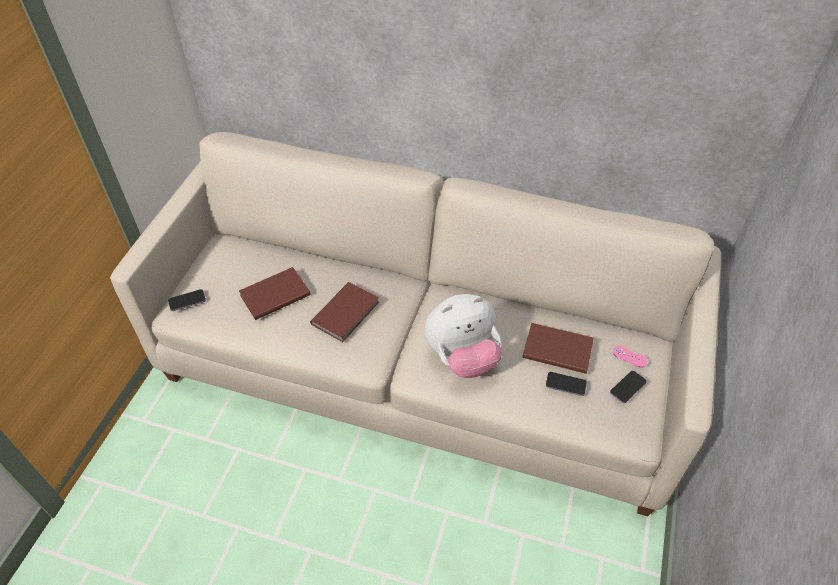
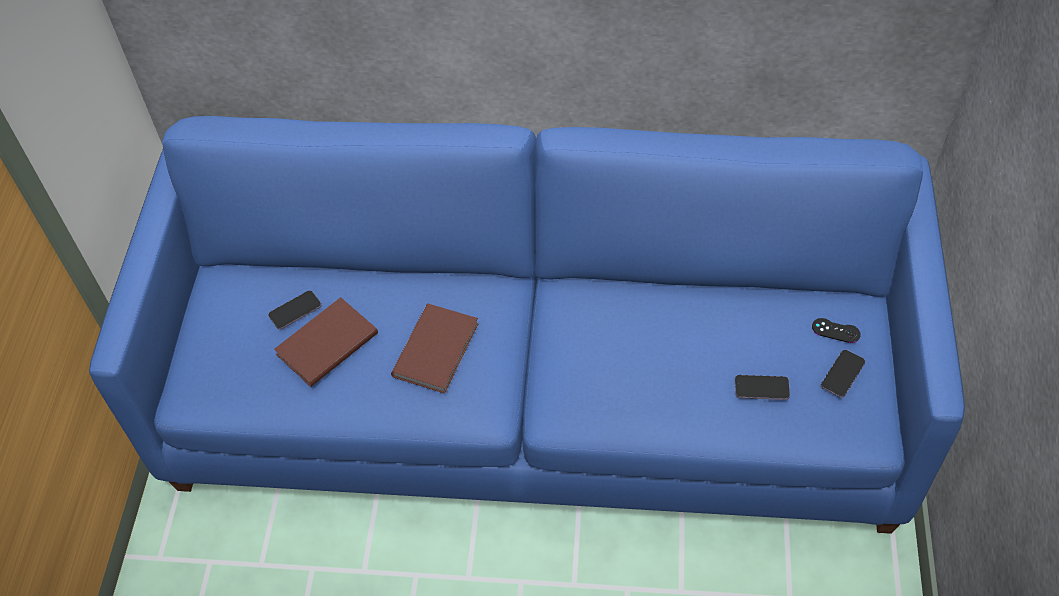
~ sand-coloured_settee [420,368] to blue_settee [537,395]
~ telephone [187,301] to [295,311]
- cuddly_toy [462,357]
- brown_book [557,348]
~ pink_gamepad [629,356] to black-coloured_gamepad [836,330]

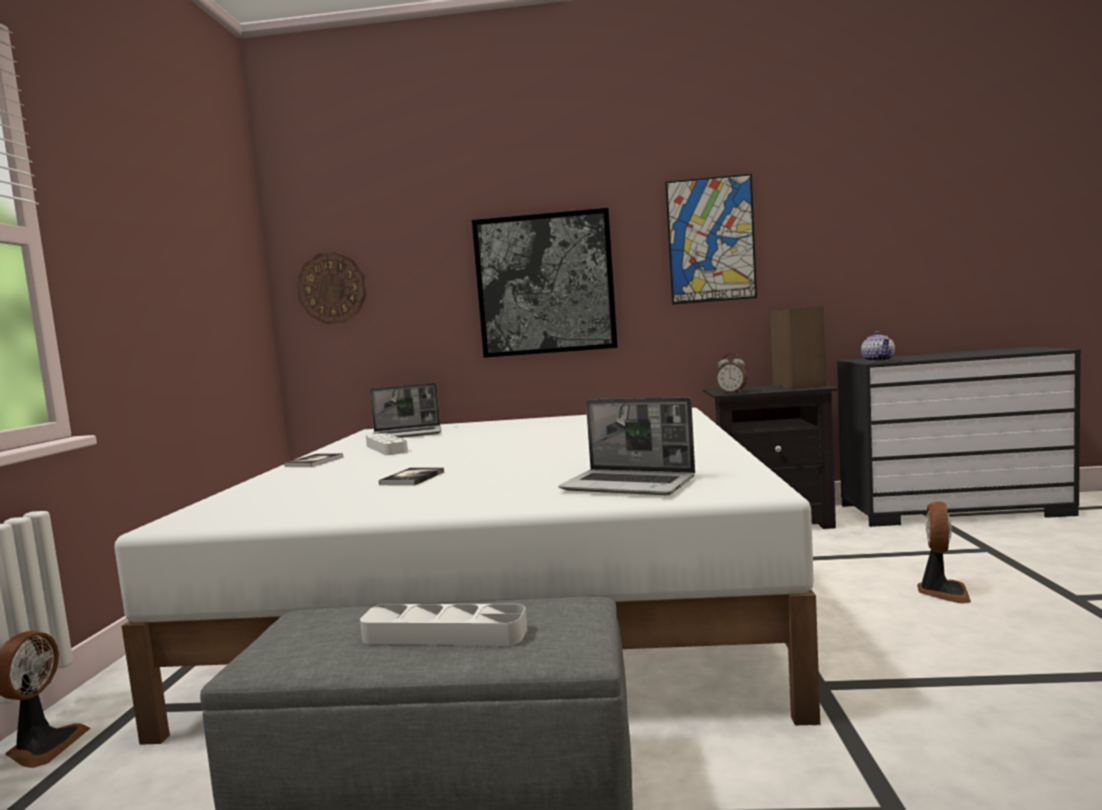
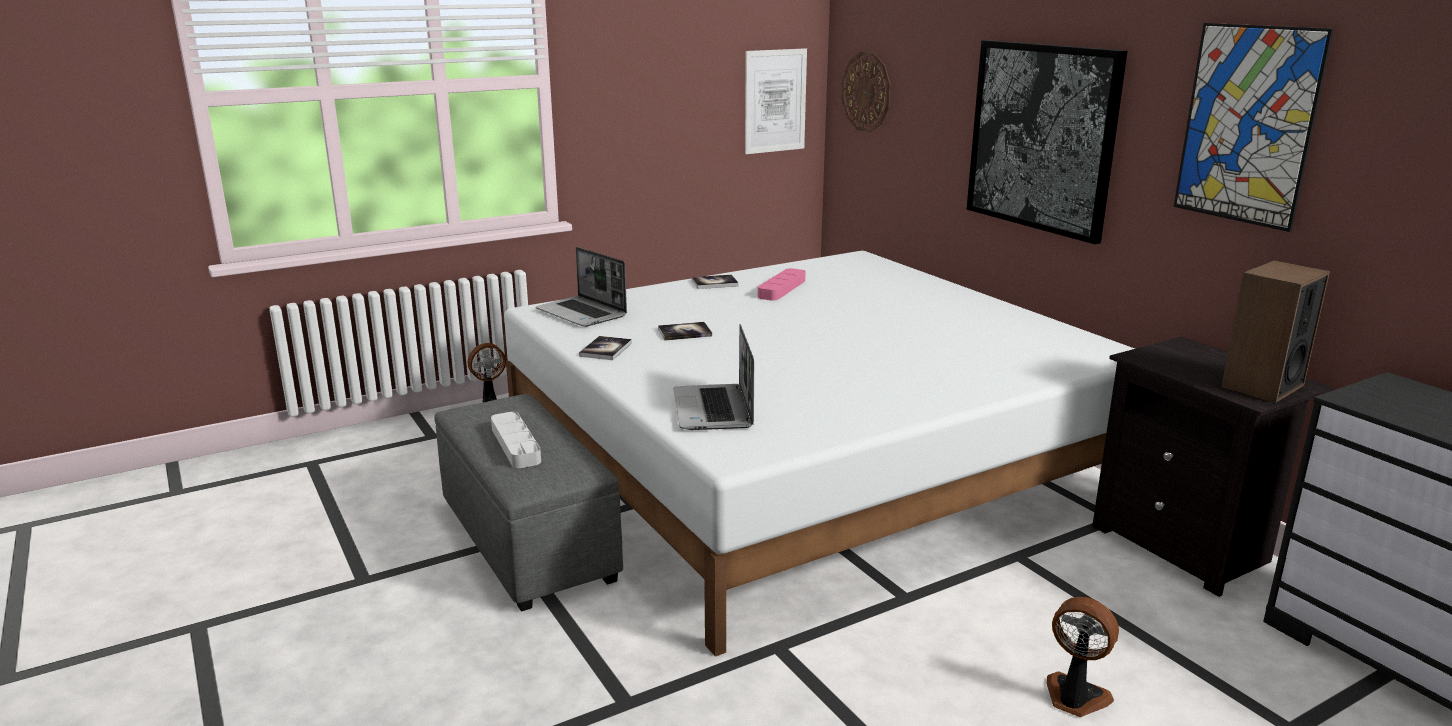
~ gray_tray [386,448] to pink_tray [781,288]
~ notebook_computer [408,434] to [583,313]
- alarm_clock [732,392]
- pot_for_tea [878,360]
~ fan [942,592] = [1074,698] 135 degrees counterclockwise
+ book [606,349]
+ wall_art [775,101]

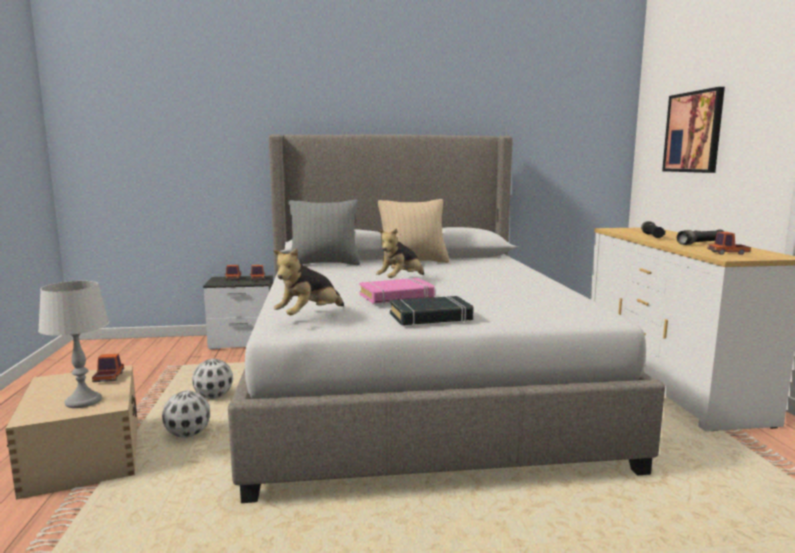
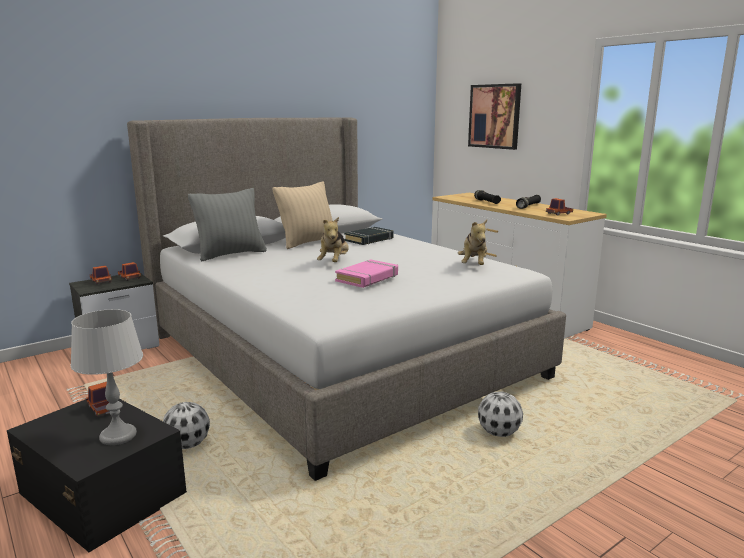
~ sand-coloured_storage_container [85,454] to black-coloured_storage_container [102,492]
~ football [213,397] to [499,434]
~ cuddly_toy [309,316] to [473,265]
~ black-coloured_book [431,317] to [369,239]

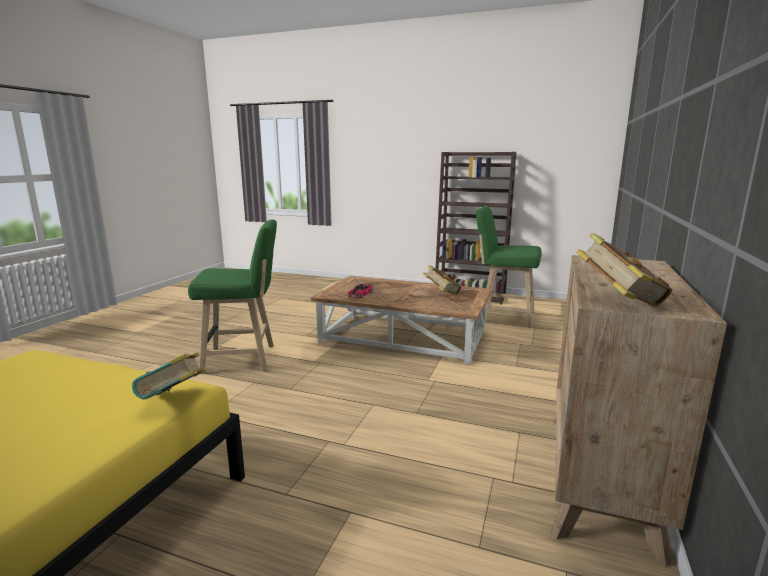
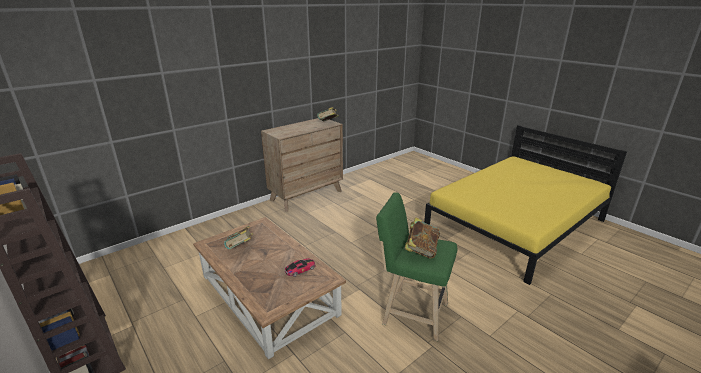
~ book [175,400] to [421,250]
- greenish_stool_seat [503,316]

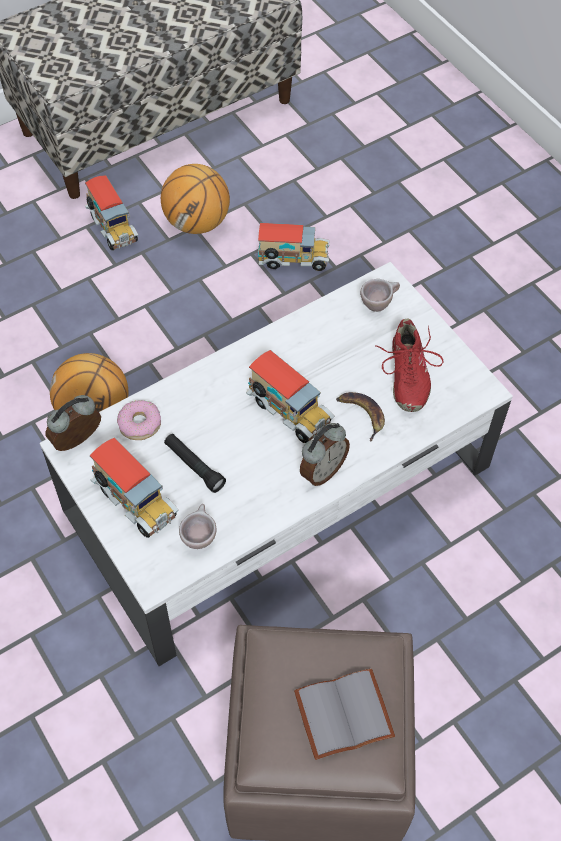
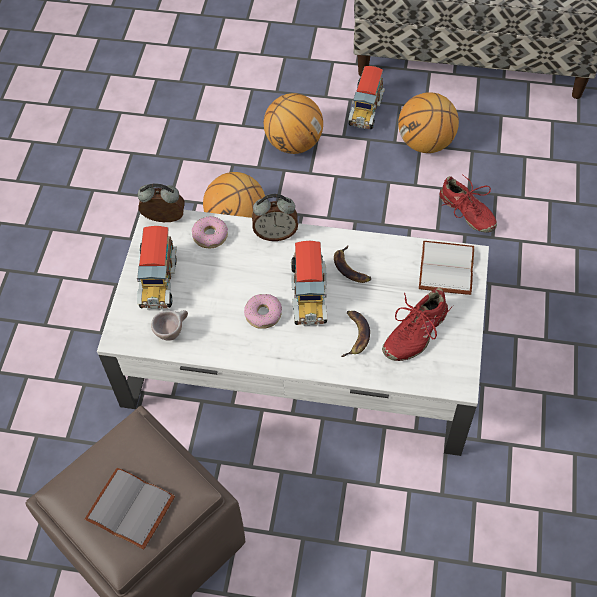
- black-coloured_flashlight [194,466]
~ toy_truck [293,261] to red-coloured_item_of_footwear [466,212]
~ alarm_clock [322,471] to [275,234]
~ sand-coloured_drinking_cup [379,304] to white-coloured_book [448,269]
+ ring_doughnut [263,314]
+ basketball_ball [293,143]
+ banana [351,268]

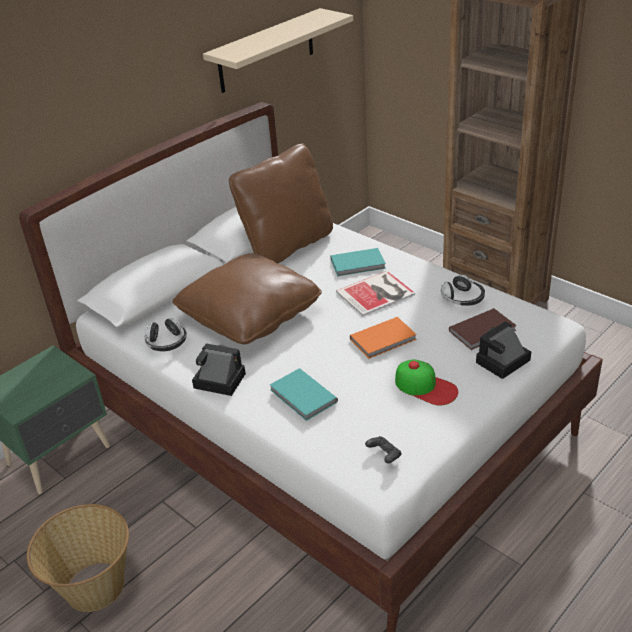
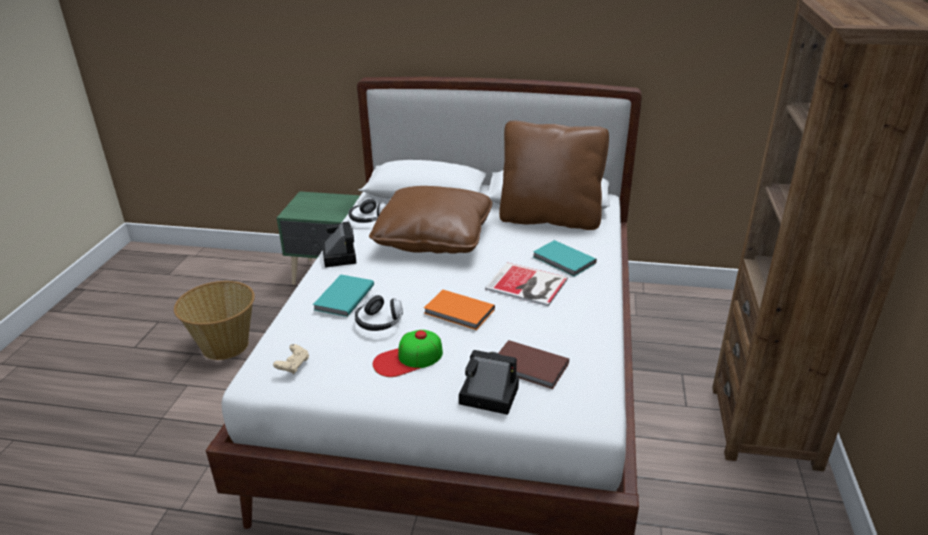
- sand-coloured_wall_shelf [266,51]
~ black-coloured_gamepad [384,455] to sand-coloured_gamepad [293,365]
~ cap [426,387] = [408,359] 60 degrees clockwise
~ headset [463,299] to [379,322]

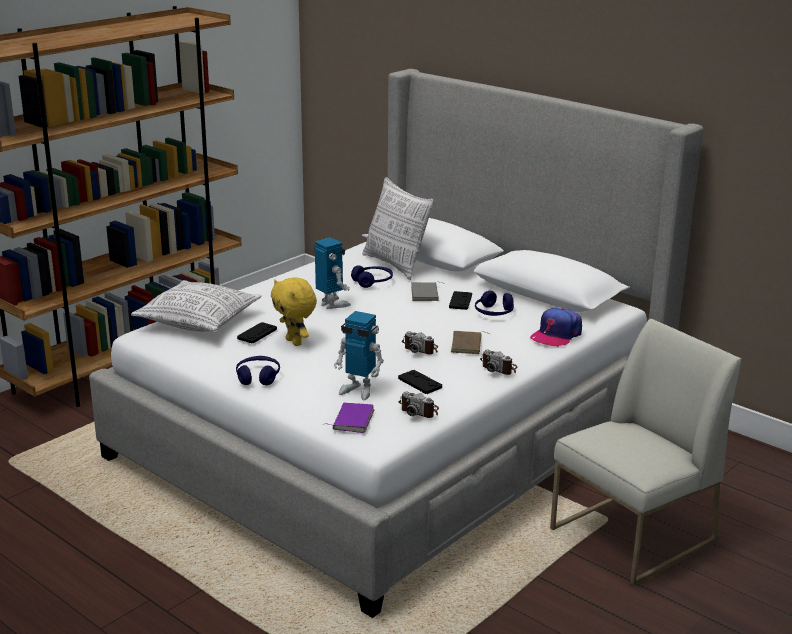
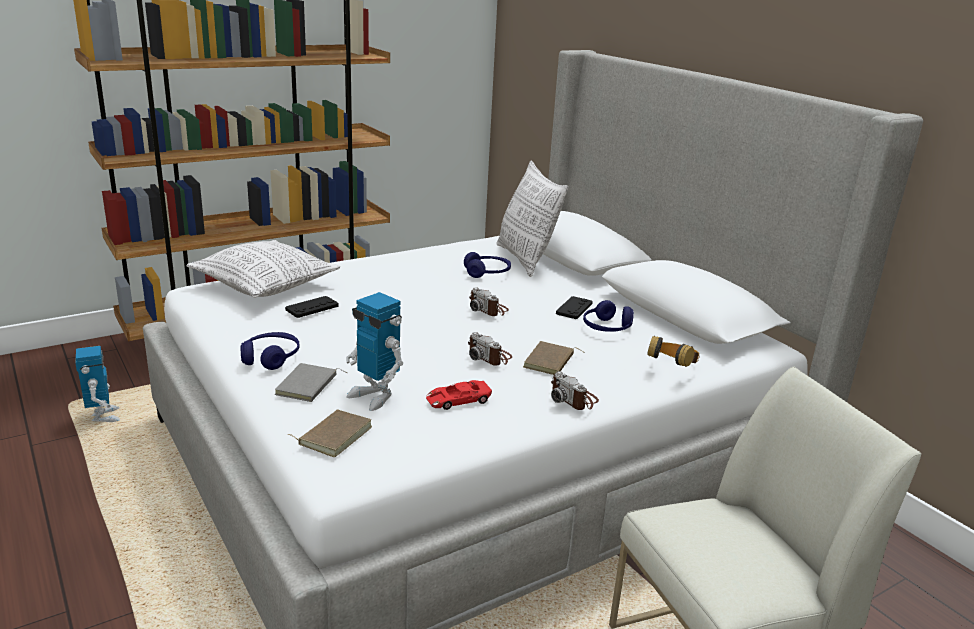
- yellow-coloured_cuddly_toy [295,342]
~ robot_figure [332,304] to [103,417]
~ purplish_book [351,420] to brown_book [334,435]
~ black-coloured_gamepad [420,383] to red-coloured_miniature_car [458,400]
~ photo_camera [420,410] to [488,309]
~ gray_book [426,294] to [308,386]
~ cap [556,335] to headset [672,368]

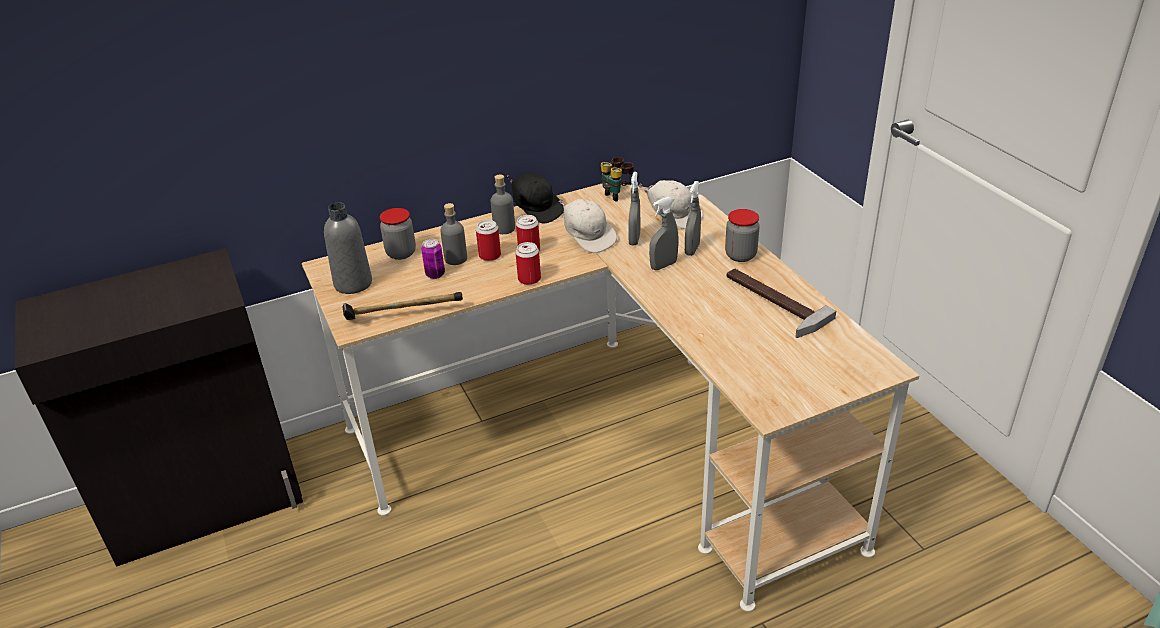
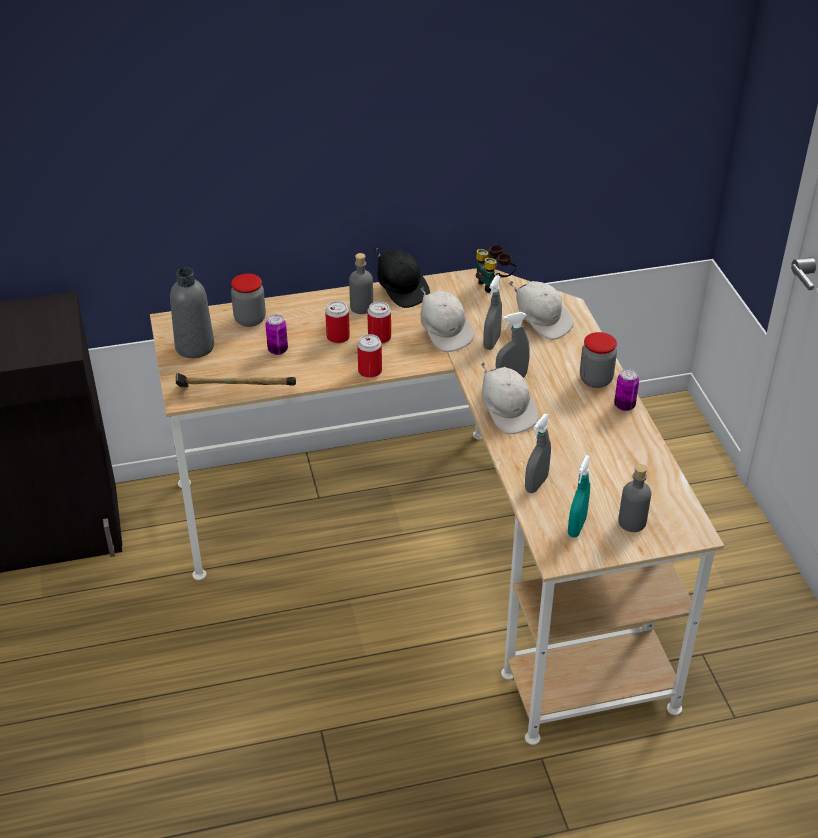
~ gray_beverage_bottle [456,259] to [632,522]
~ gray_spray_bottle [692,249] to [536,484]
- hammer [770,303]
+ white-coloured_cap [507,412]
+ turquoise-coloured_spray_bottle [576,527]
+ can [624,405]

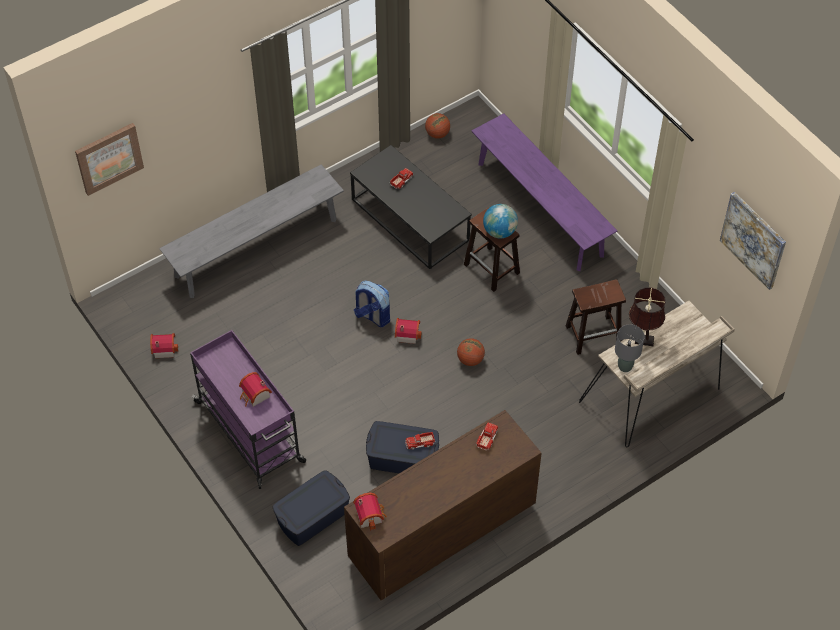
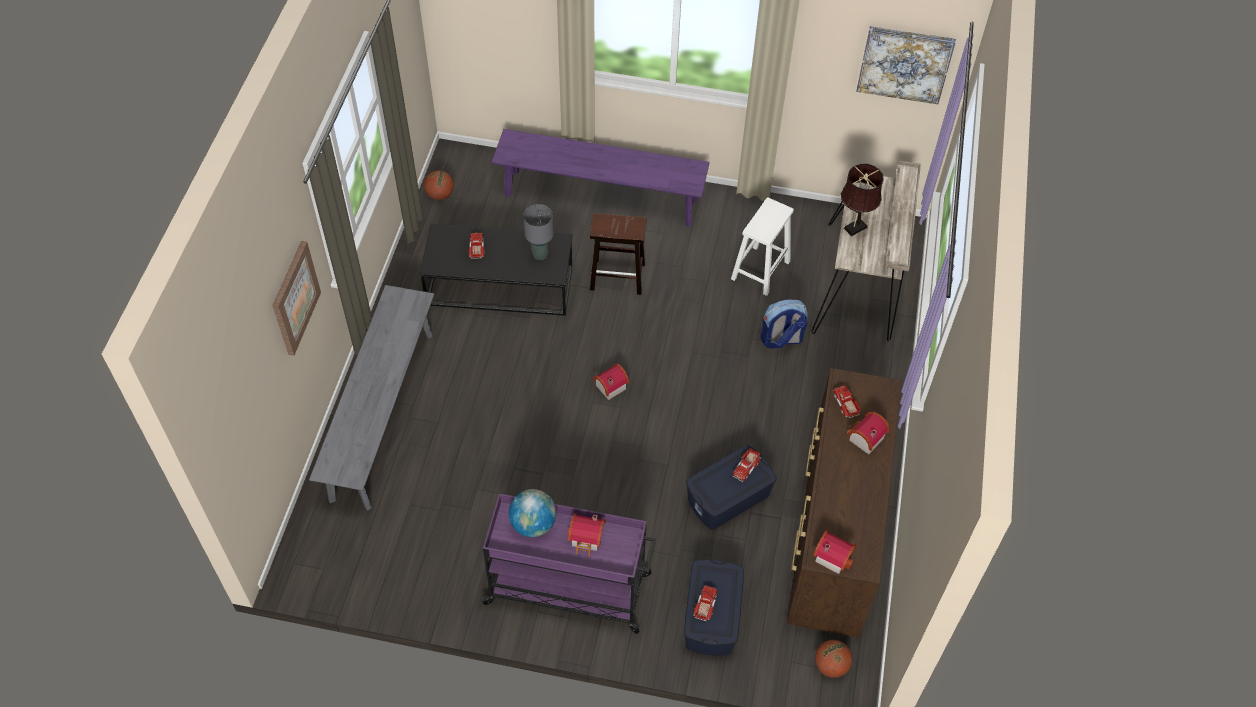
~ wall_art [109,158] to [294,298]
~ toy_house [163,348] to [863,439]
~ backpack [372,316] to [781,339]
~ basketball_ball [470,359] to [831,665]
~ globe [499,231] to [533,524]
~ brown_stool_seat [593,334] to white-coloured_stool_seat [760,269]
~ gray_table_lamp [625,367] to [540,254]
+ toy_truck [705,604]

